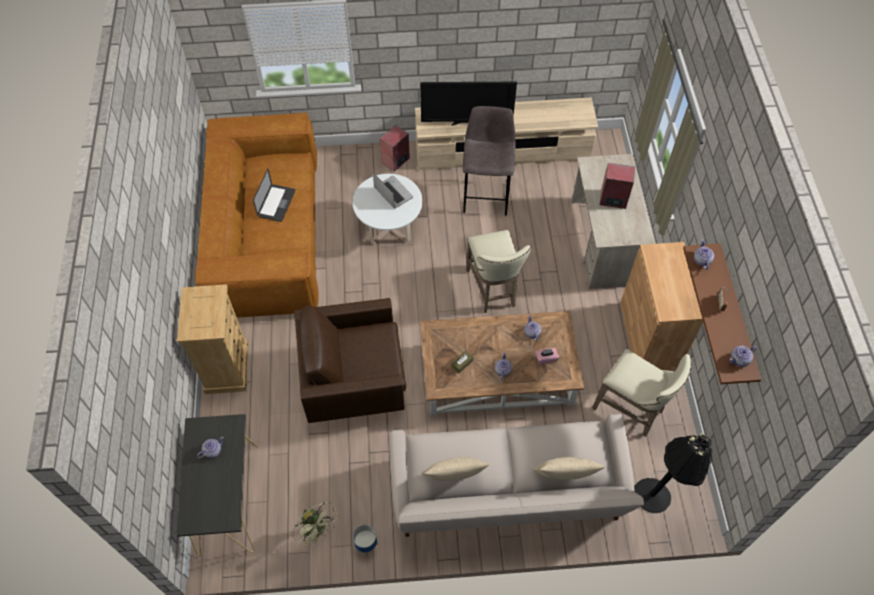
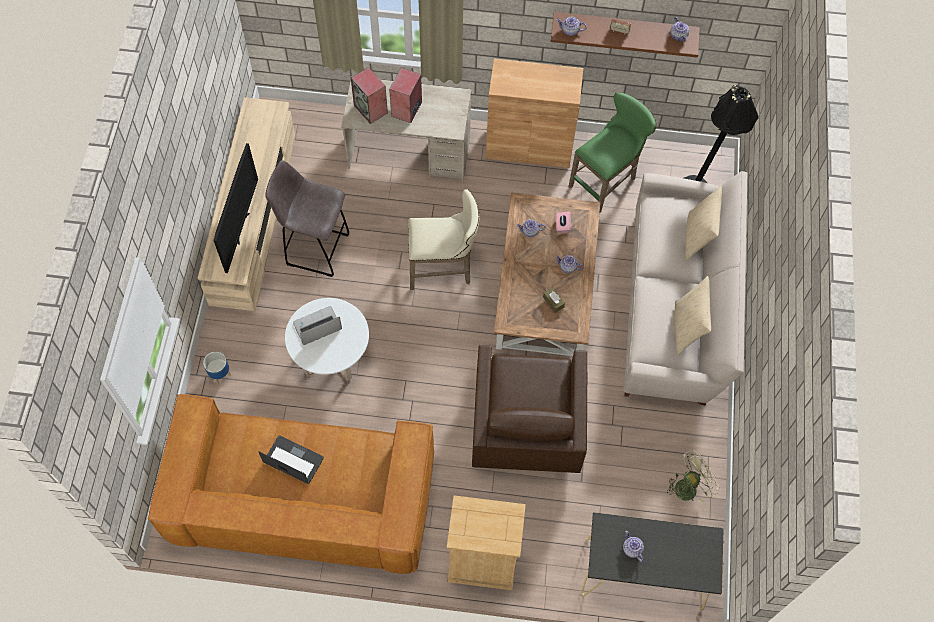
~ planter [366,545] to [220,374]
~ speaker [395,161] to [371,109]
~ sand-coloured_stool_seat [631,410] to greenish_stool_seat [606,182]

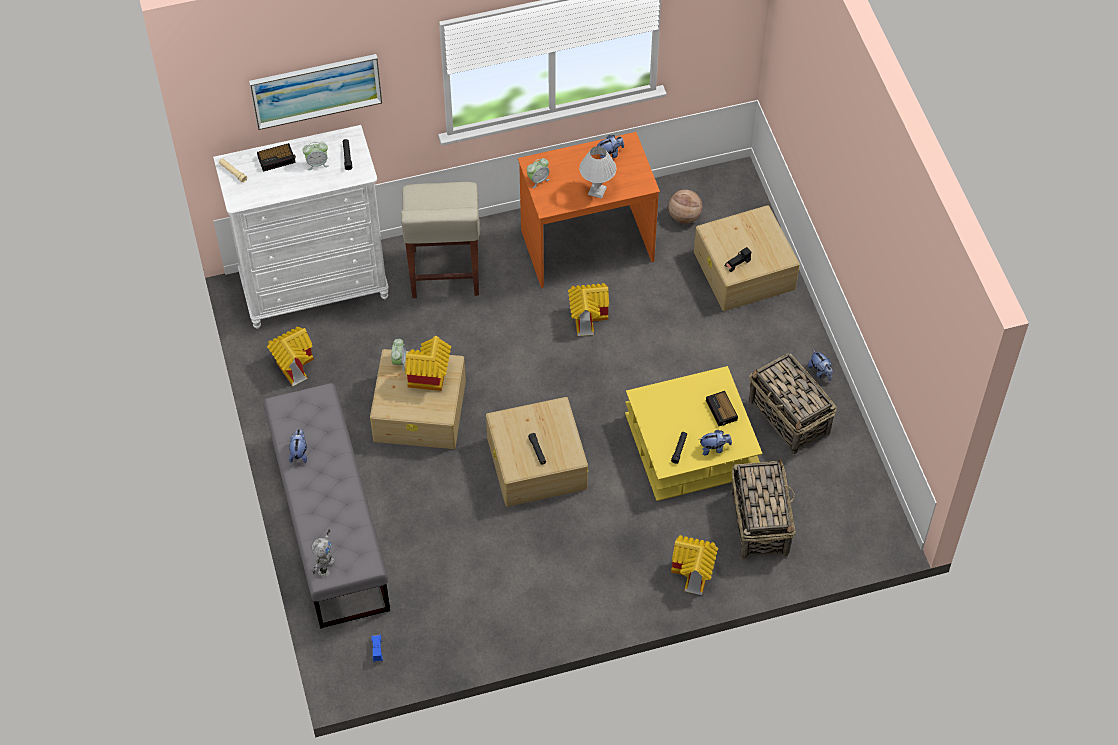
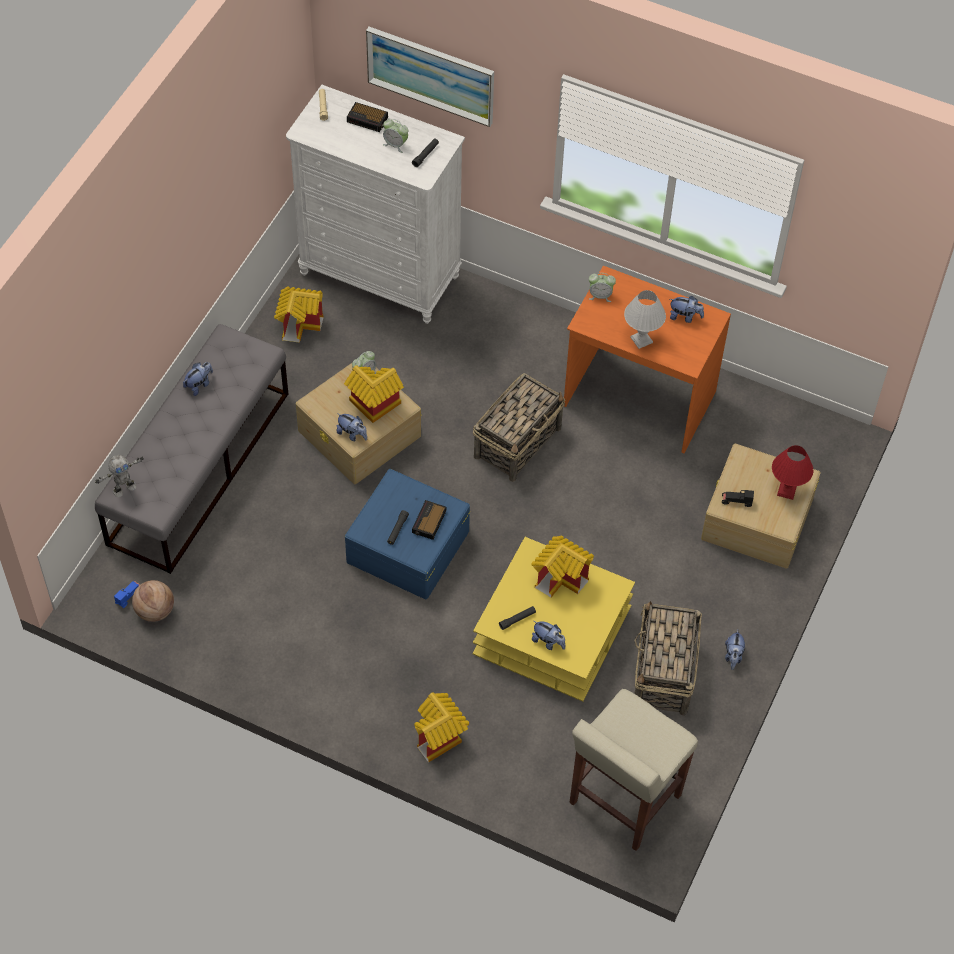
~ sand-coloured_stool_seat [444,273] to [623,800]
~ sand-coloured_storage_container [536,463] to blue_storage_container [407,547]
~ toy_house [588,317] to [562,578]
~ basketball_ball [684,217] to [155,611]
~ alarm_clock [721,411] to [428,522]
~ storage_basket [759,522] to [518,442]
+ cuddly_toy [352,434]
+ red-coloured_table_lamp [786,491]

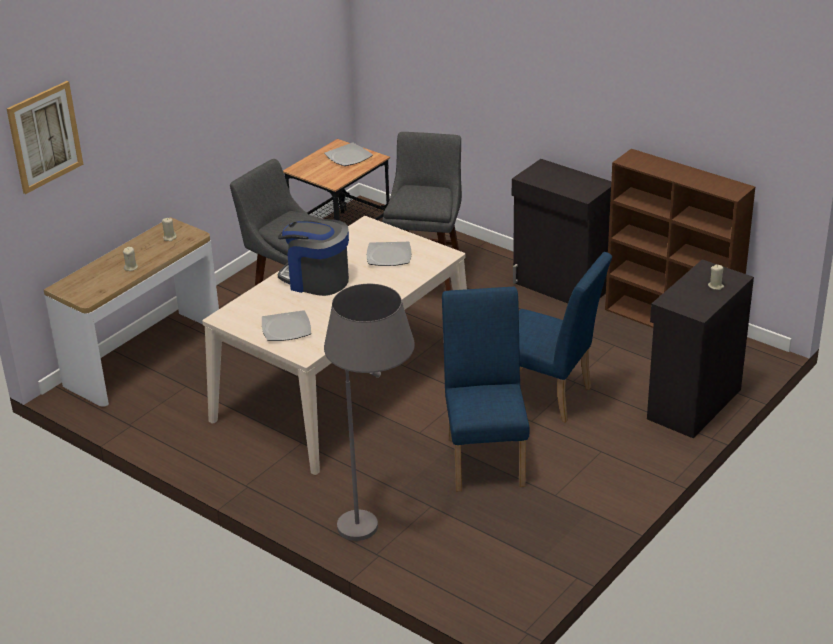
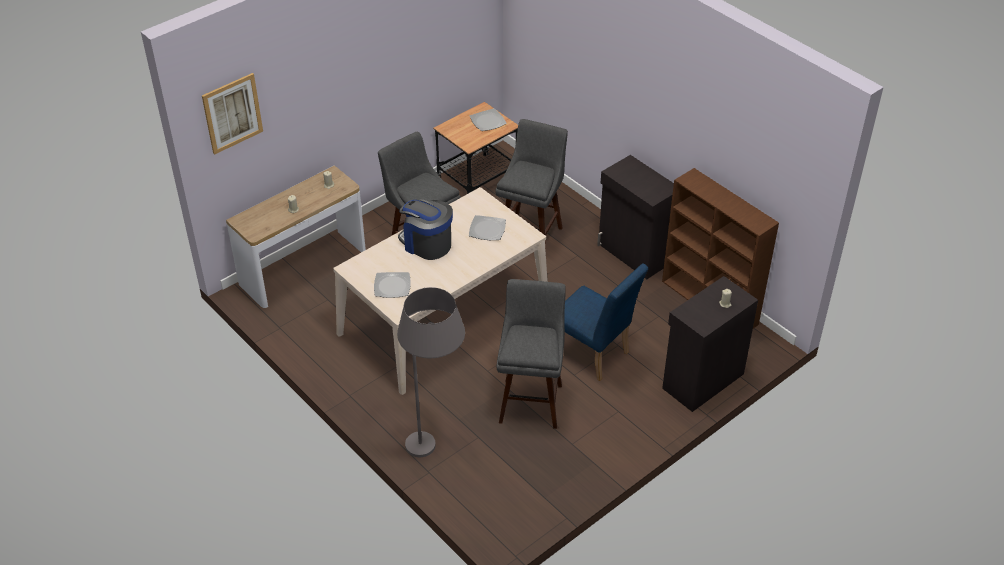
~ blue_plain_chair [486,456] to gray_stool_seat [531,400]

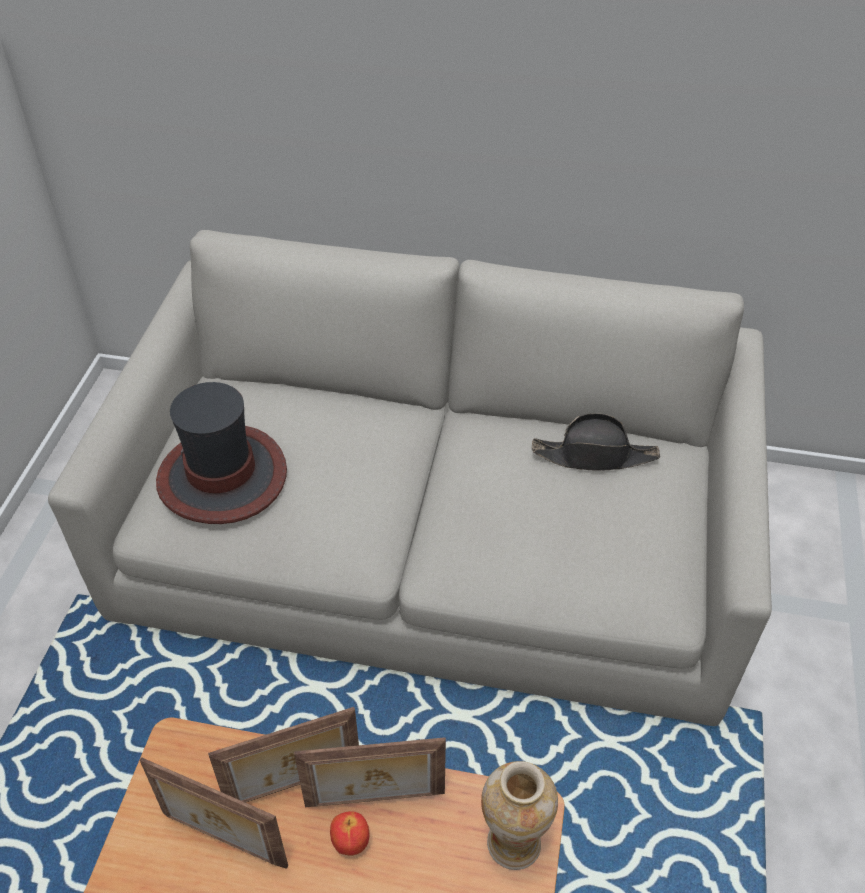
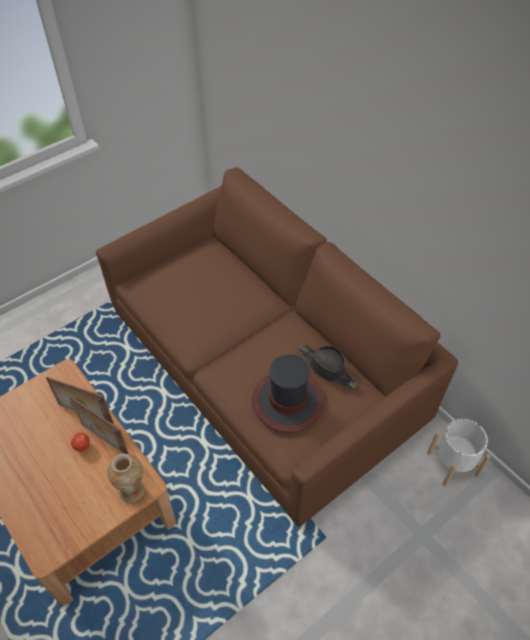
~ gray_settee [434,539] to brown_settee [266,364]
- standing_frame [223,841]
~ clothing_hat [223,477] to [288,401]
+ white-coloured_planter [452,463]

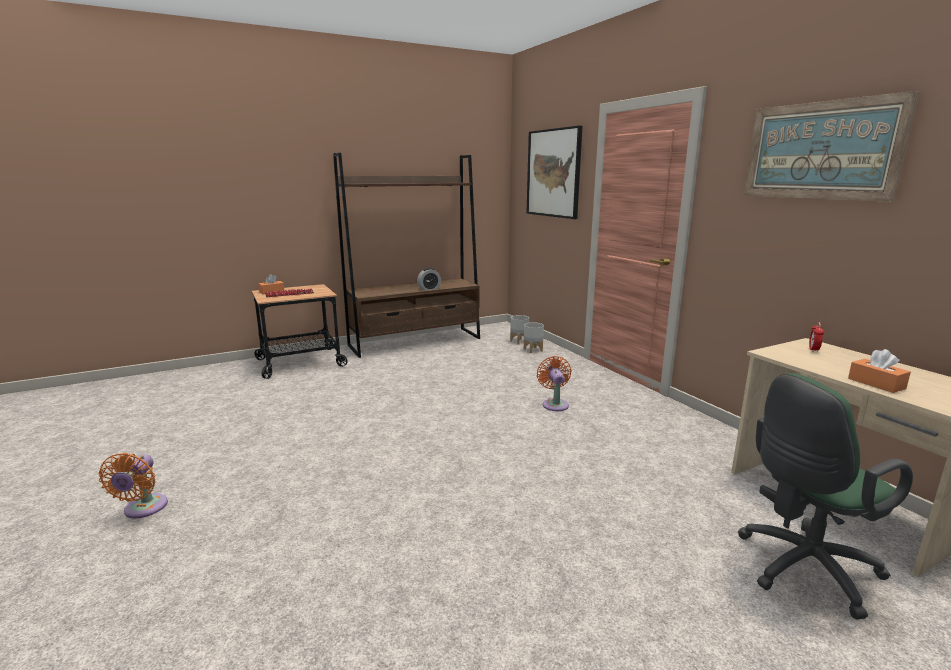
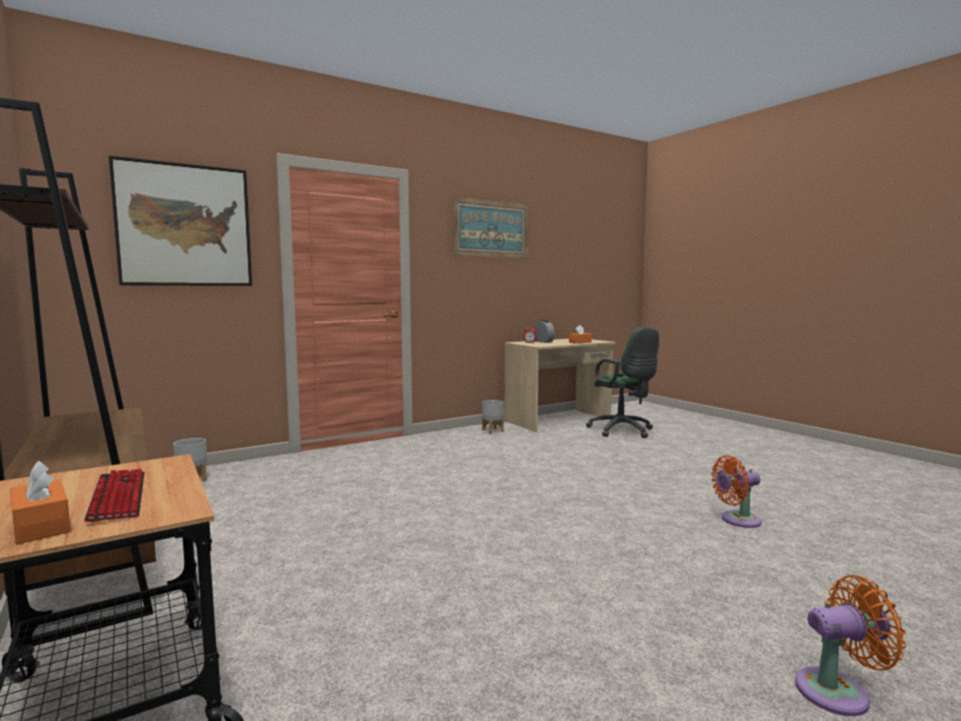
~ alarm_clock [429,289] to [543,342]
~ gray_planter [533,350] to [492,430]
~ orange_fan [554,404] to [737,520]

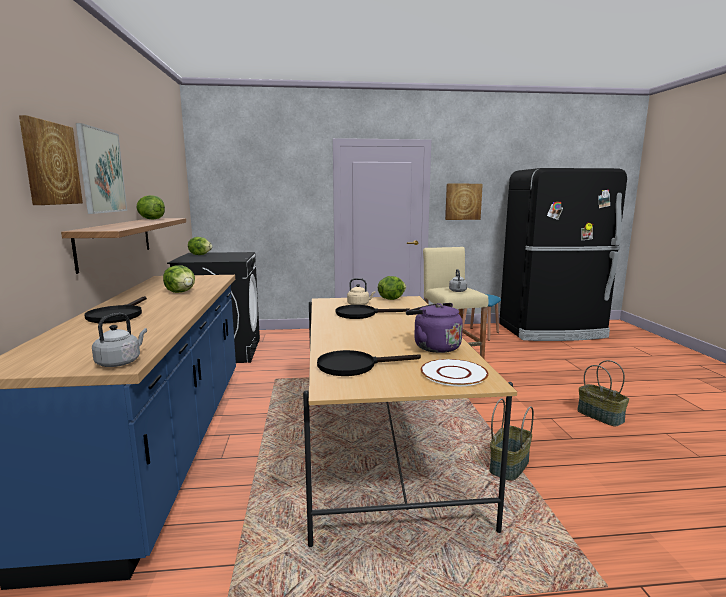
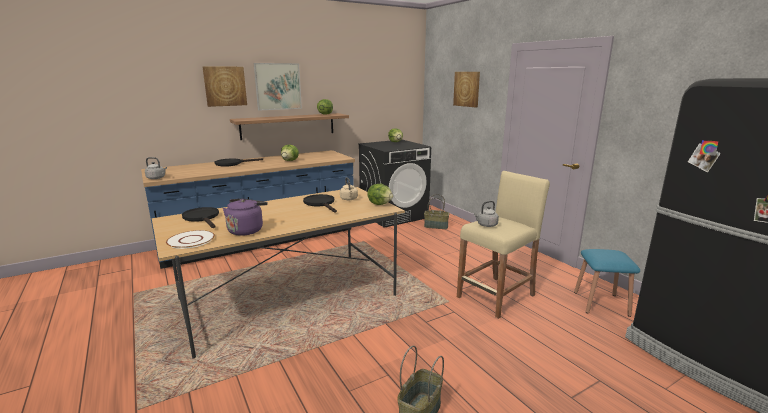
~ wall_art [463,201] to [467,89]
~ storage_basket [508,465] to [436,226]

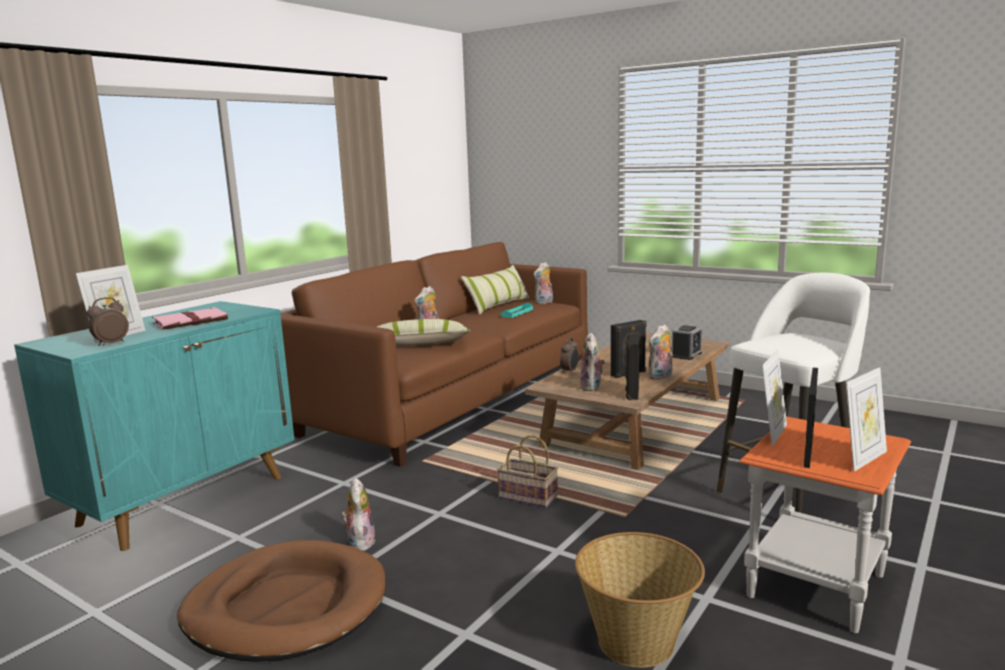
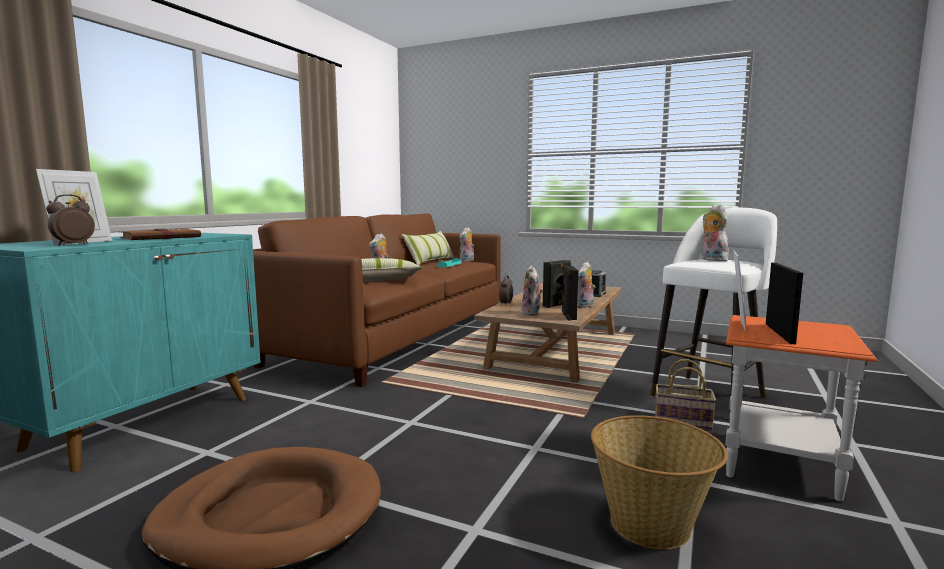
~ pink_book [192,321] to brown_book [162,237]
~ cuddly_toy [359,542] to [712,260]
~ storage_basket [526,497] to [681,421]
- standing_frame [863,459]

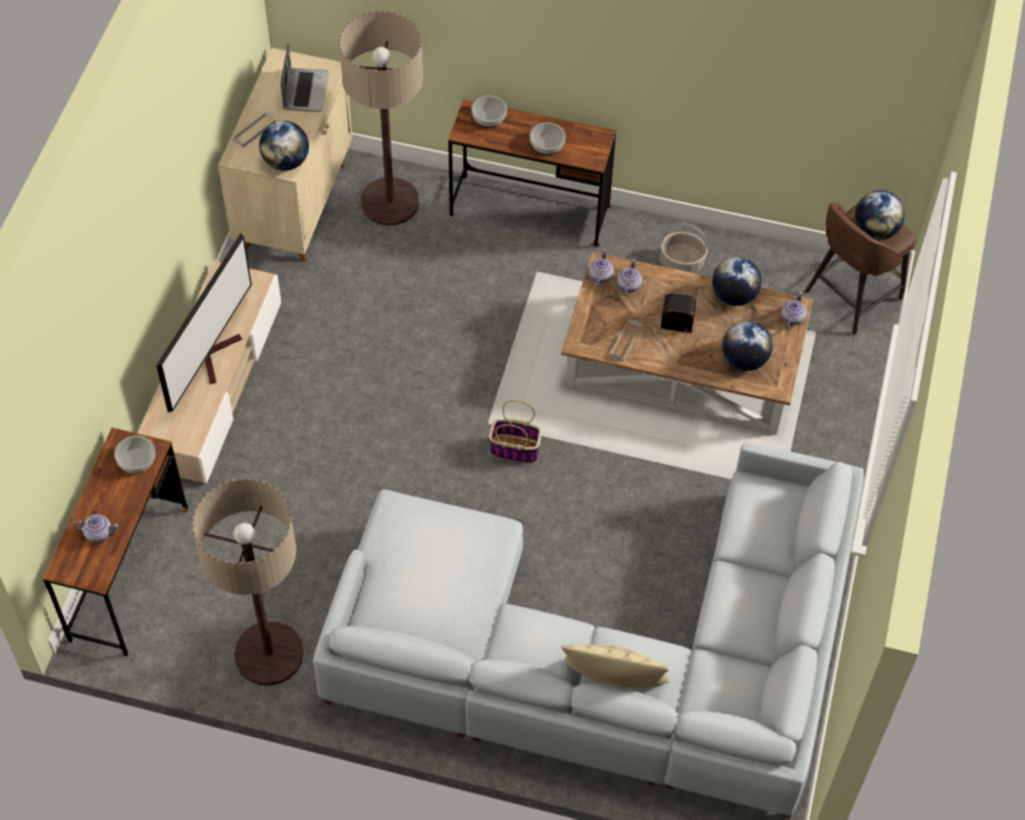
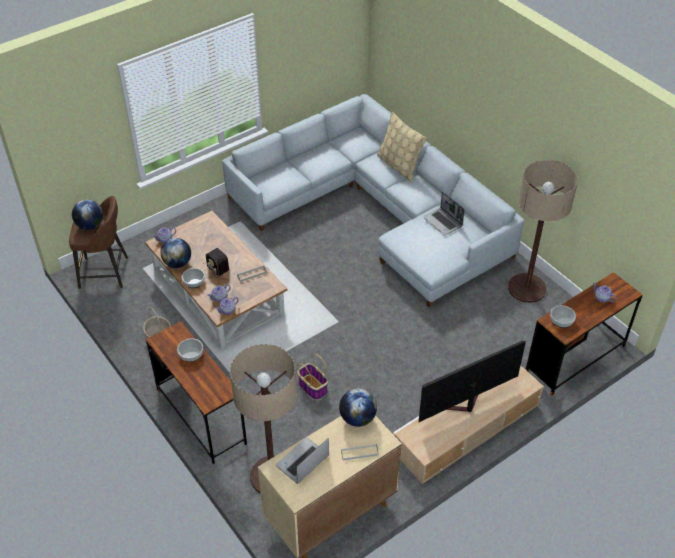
~ serving_bowl [489,117] to [194,282]
~ storage_basket [515,449] to [312,387]
- globe [744,360]
+ notebook_computer [443,222]

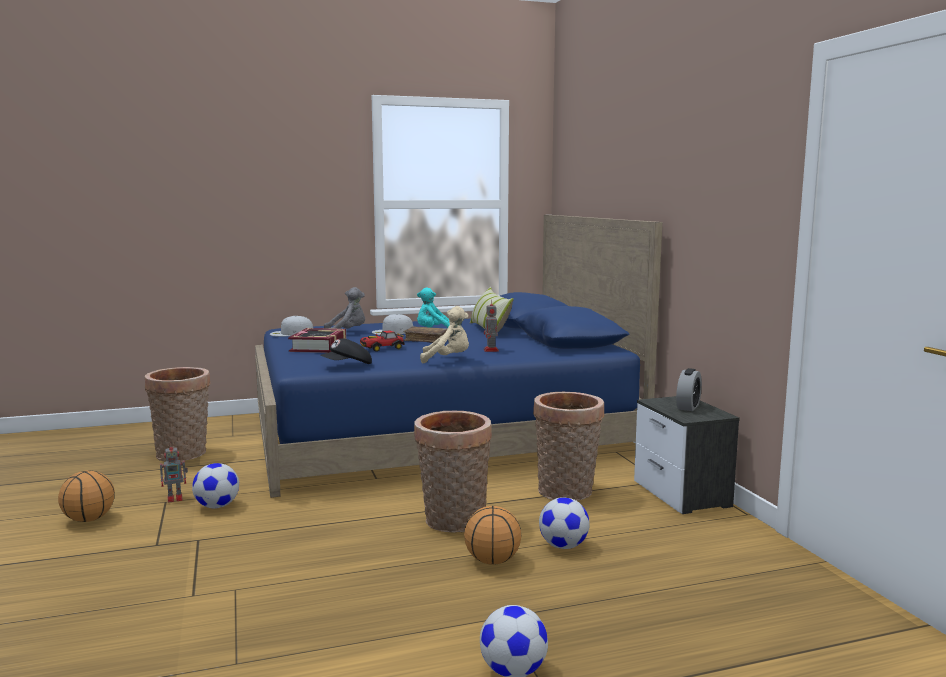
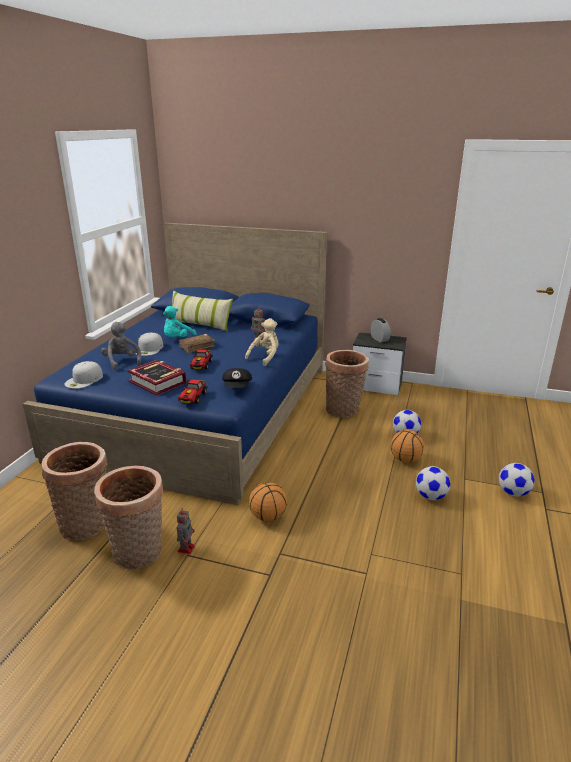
~ basketball_ball [88,519] to [267,517]
~ football [217,506] to [430,496]
~ gray_cuddly_toy [347,332] = [122,361] 45 degrees counterclockwise
~ storage_basket [453,523] to [139,554]
+ miniature_car [192,398]

